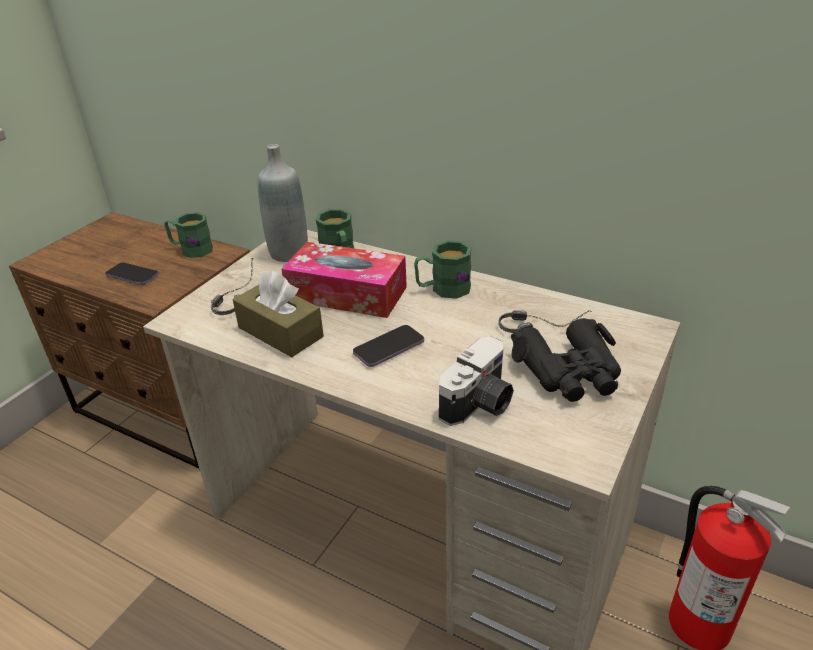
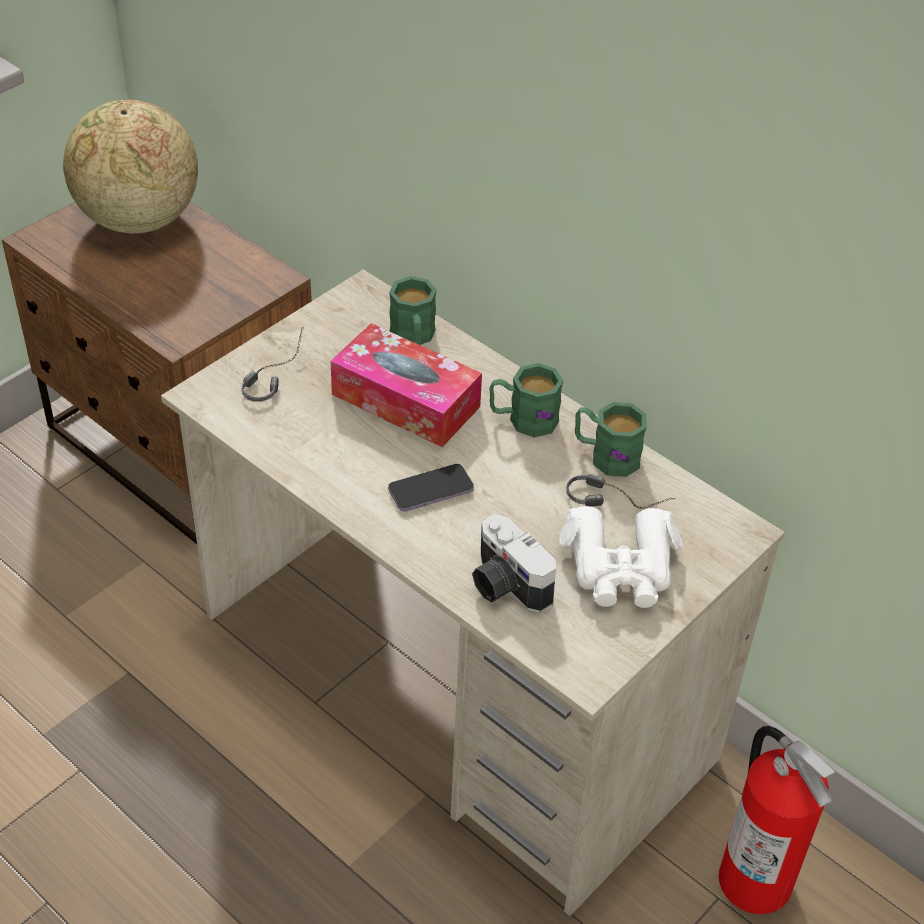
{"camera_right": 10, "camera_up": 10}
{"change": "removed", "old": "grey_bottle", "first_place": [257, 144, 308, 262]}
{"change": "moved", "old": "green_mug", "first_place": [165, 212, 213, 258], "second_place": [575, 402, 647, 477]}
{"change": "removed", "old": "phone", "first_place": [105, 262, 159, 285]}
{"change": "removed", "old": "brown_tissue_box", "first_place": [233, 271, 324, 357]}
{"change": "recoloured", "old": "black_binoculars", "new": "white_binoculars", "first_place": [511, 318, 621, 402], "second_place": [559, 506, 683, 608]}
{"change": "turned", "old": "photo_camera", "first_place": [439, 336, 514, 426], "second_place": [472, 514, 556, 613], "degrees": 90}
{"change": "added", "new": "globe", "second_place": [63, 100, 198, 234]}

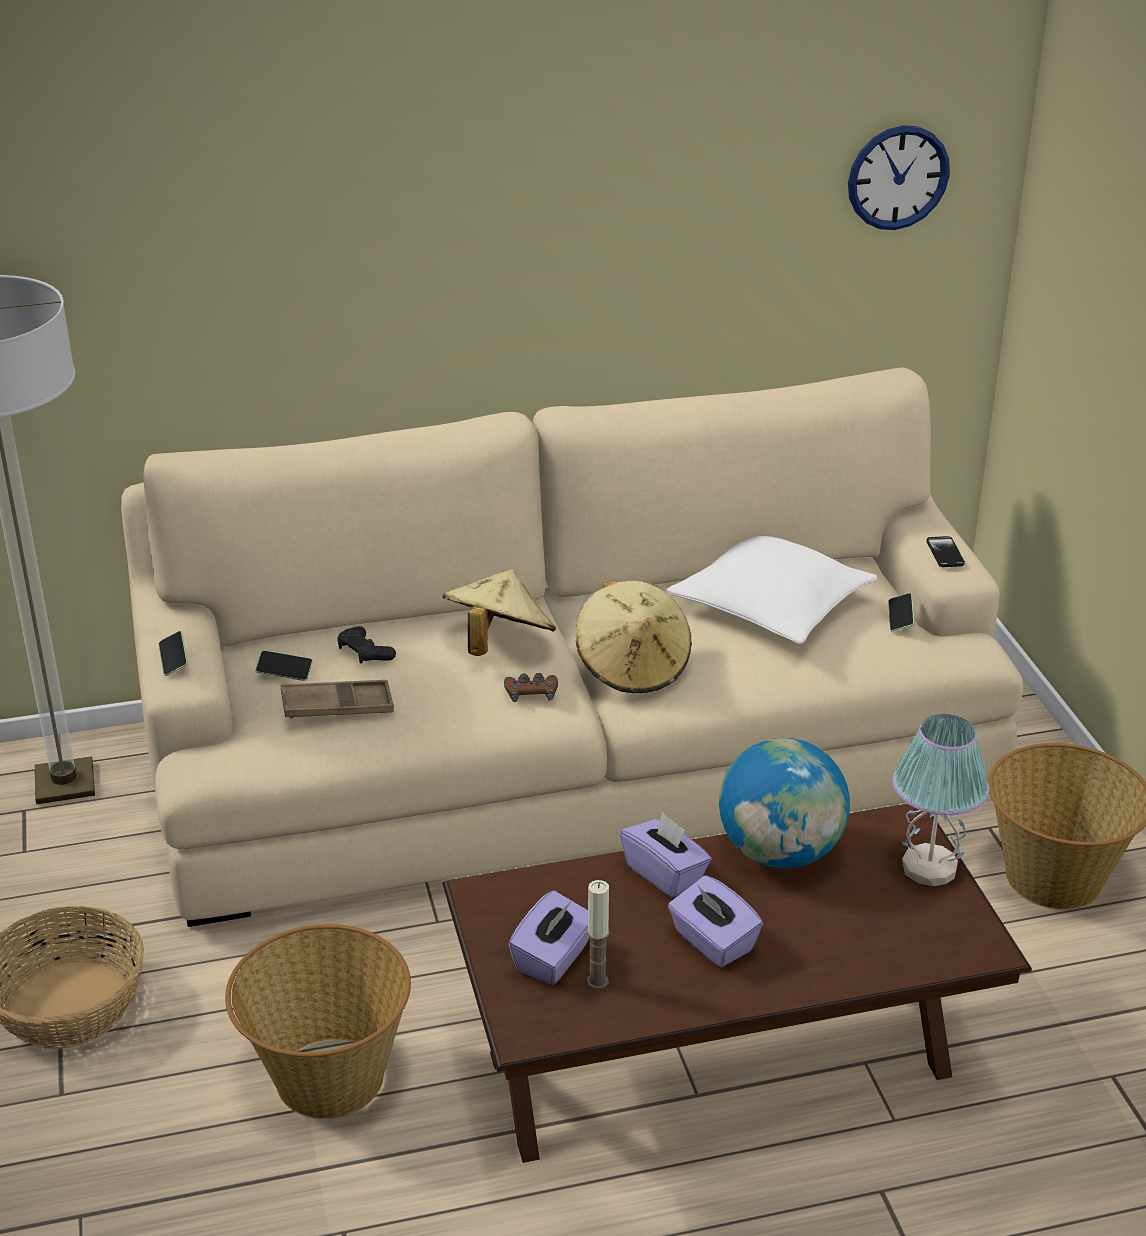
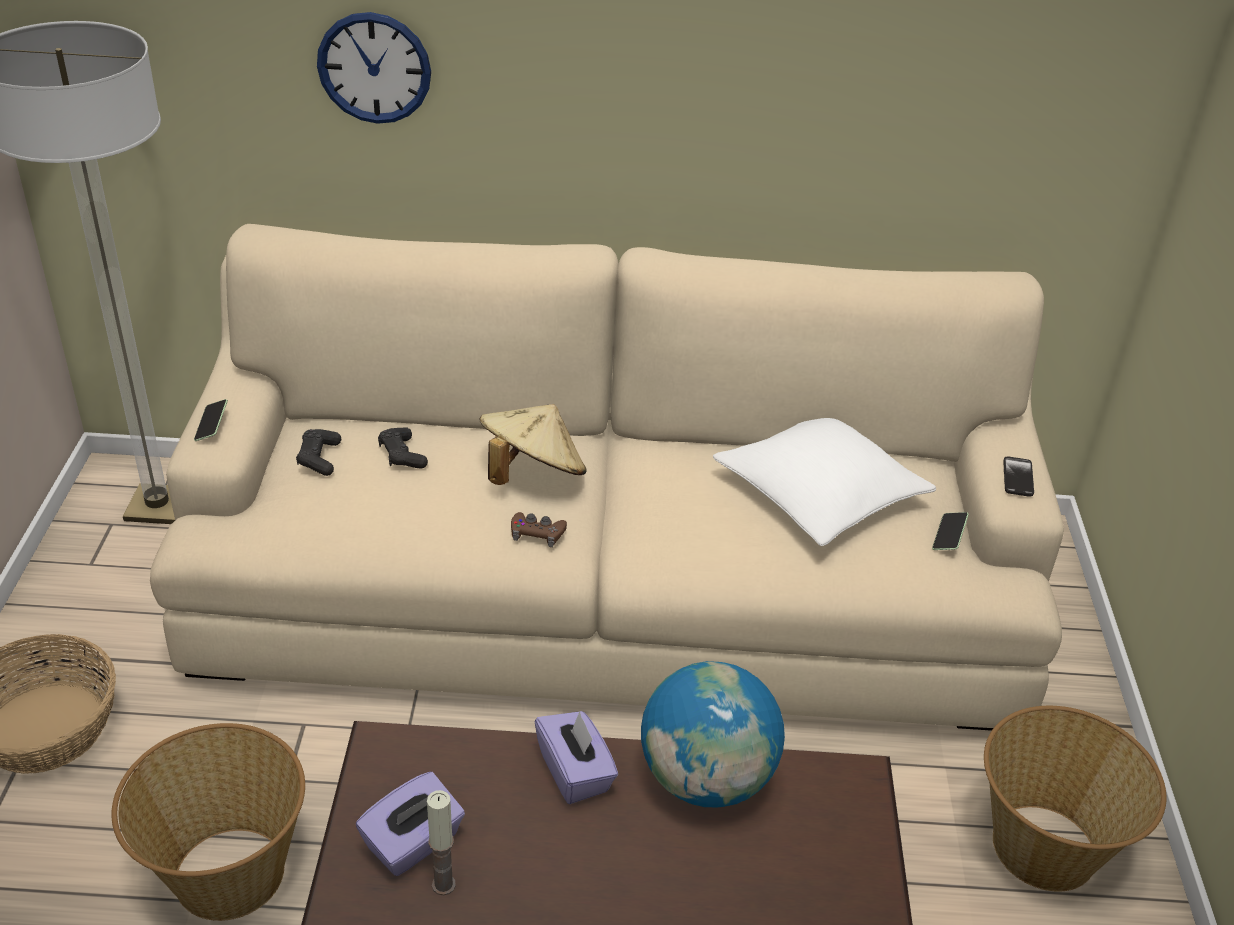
{"camera_right": 15, "camera_up": 5}
{"change": "moved", "old": "wall_clock", "first_place": [848, 125, 950, 230], "second_place": [317, 12, 431, 124]}
{"change": "removed", "old": "beige_hat", "first_place": [576, 580, 692, 693]}
{"change": "replaced", "old": "phone", "new": "black_game_controller", "first_place": [255, 650, 313, 681], "second_place": [296, 429, 341, 476]}
{"change": "removed", "old": "brown_tray", "first_place": [281, 680, 394, 718]}
{"change": "removed", "old": "table_lamp", "first_place": [893, 714, 990, 886]}
{"change": "removed", "old": "purple_tissue_box", "first_place": [668, 875, 763, 968]}

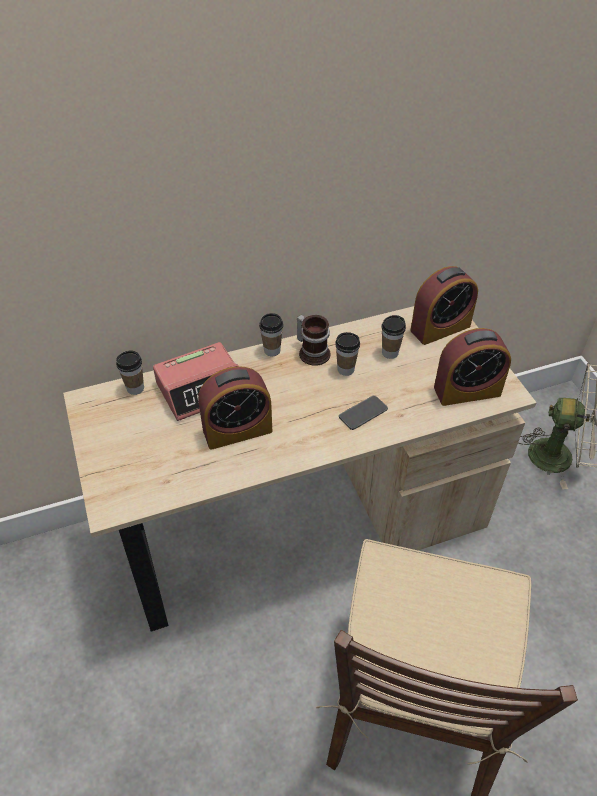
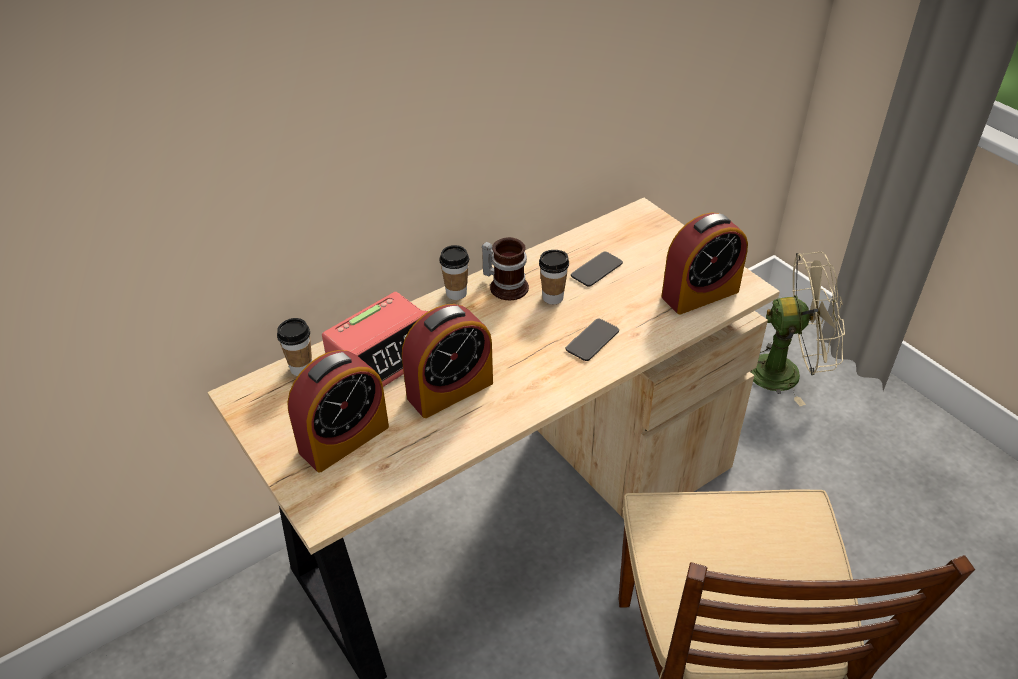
{"camera_right": -15, "camera_up": -5}
{"change": "moved", "old": "alarm_clock", "first_place": [411, 266, 478, 345], "second_place": [287, 350, 389, 472]}
{"change": "replaced", "old": "cup", "new": "phone", "first_place": [381, 315, 406, 359], "second_place": [571, 251, 623, 287]}

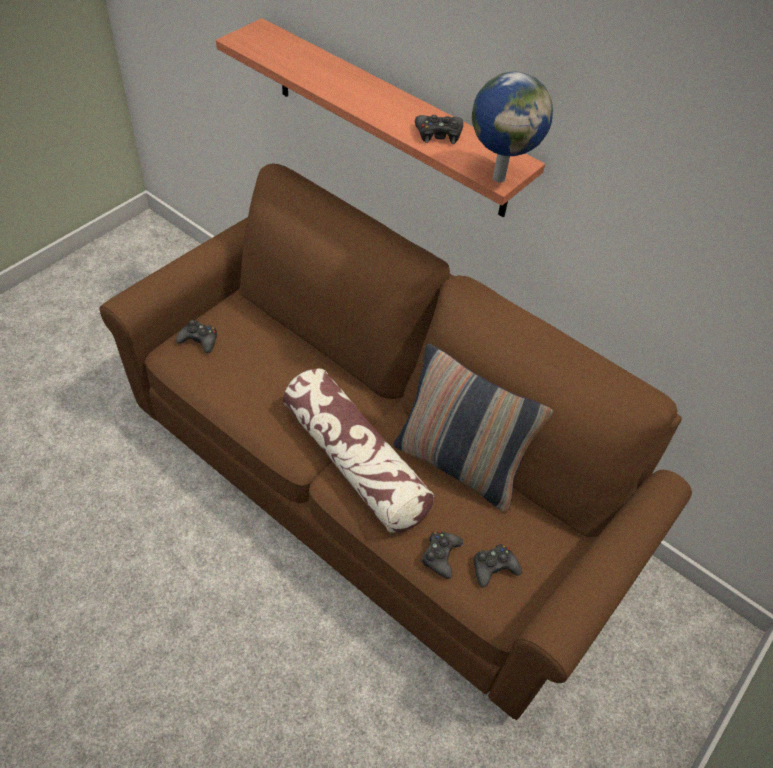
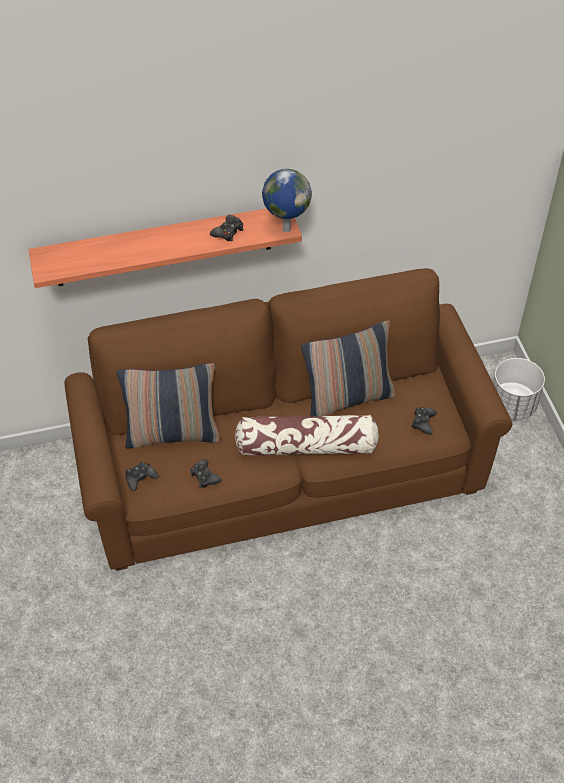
{"camera_right": -50, "camera_up": 0}
{"change": "moved", "old": "black_game_controller", "first_place": [421, 531, 463, 579], "second_place": [190, 459, 222, 488]}
{"change": "added", "new": "white_planter", "second_place": [493, 358, 545, 420]}
{"change": "added", "new": "pillow", "second_place": [117, 363, 221, 448]}

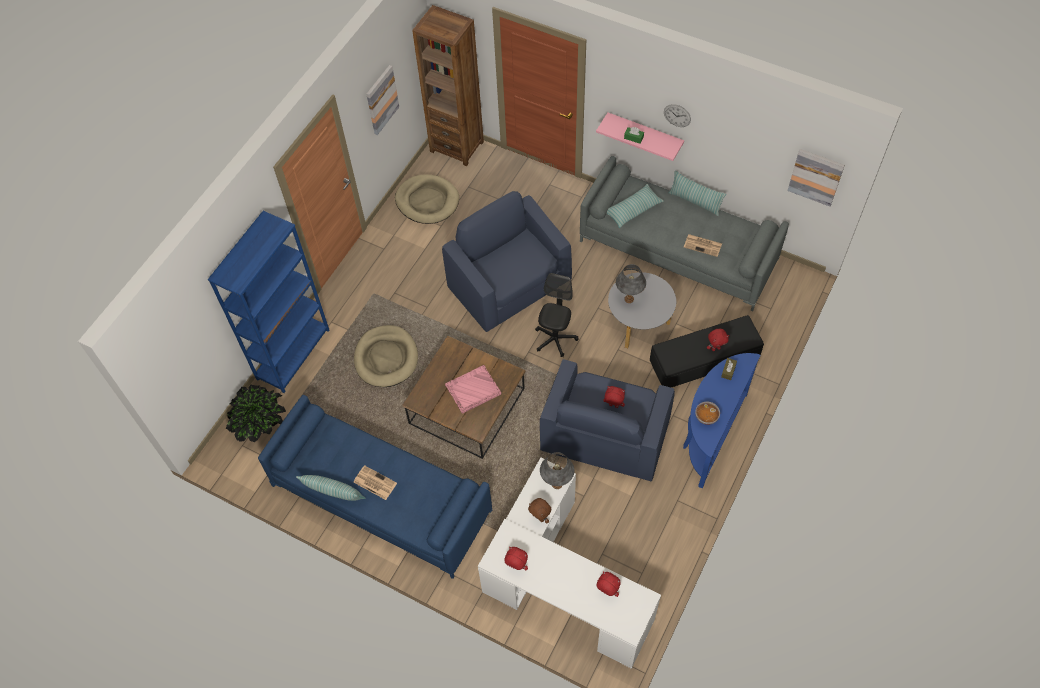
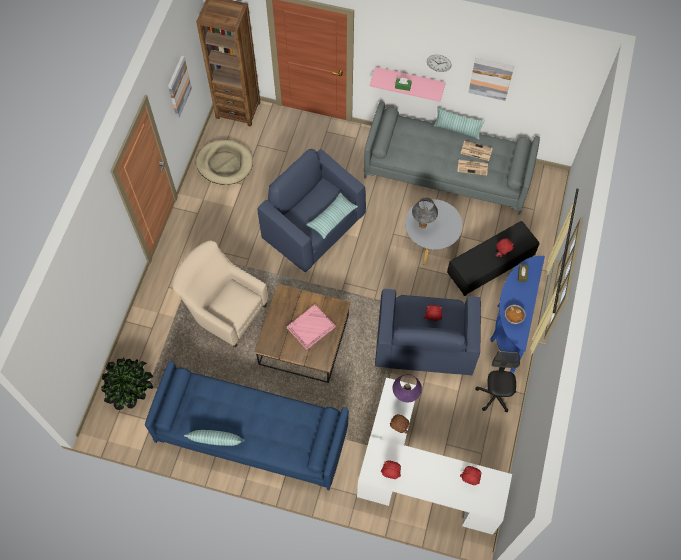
{"camera_right": -15, "camera_up": 5}
{"change": "moved", "old": "picture", "first_place": [788, 149, 845, 207], "second_place": [468, 58, 514, 101]}
{"change": "moved", "old": "pillow", "first_place": [607, 184, 664, 228], "second_place": [306, 192, 358, 239]}
{"change": "removed", "old": "blue_bookcase", "first_place": [208, 211, 329, 393]}
{"change": "moved", "old": "black_office_chair", "first_place": [535, 273, 578, 357], "second_place": [475, 351, 520, 413]}
{"change": "replaced", "old": "beige_dog_bed", "new": "beige_armchair", "first_place": [354, 325, 418, 387], "second_place": [172, 240, 268, 348]}
{"change": "recoloured", "old": "grey_table_lamp", "new": "purple_table_lamp", "first_place": [540, 452, 575, 489], "second_place": [393, 374, 422, 402]}
{"change": "moved", "old": "newspaper", "first_place": [353, 465, 397, 500], "second_place": [461, 141, 493, 161]}

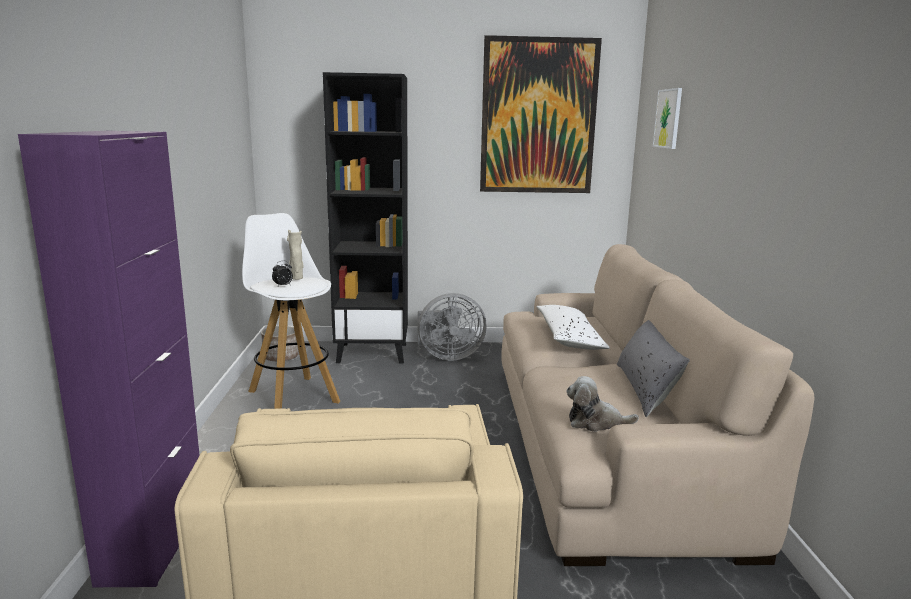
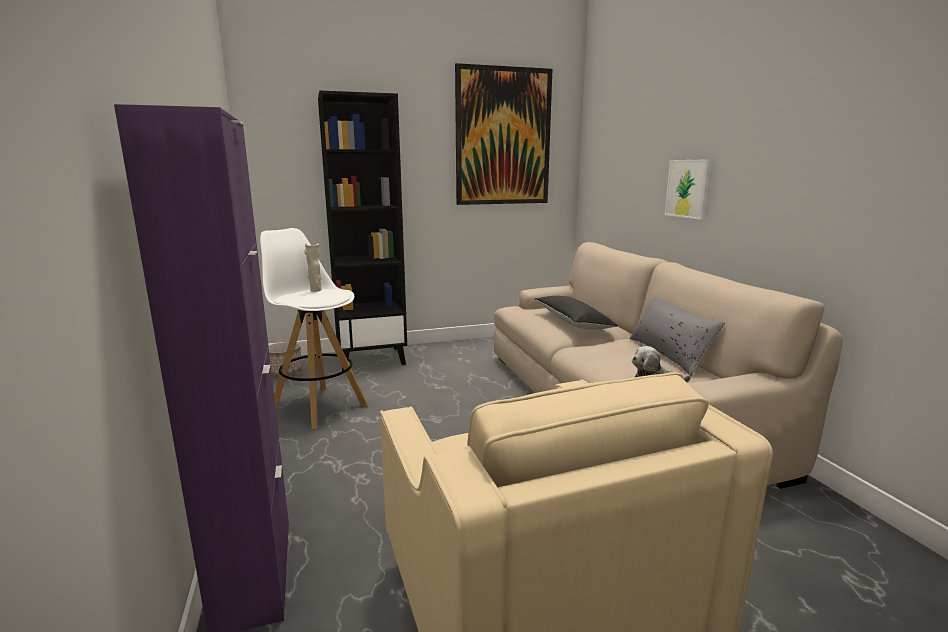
{"camera_right": -15, "camera_up": 0}
{"change": "moved", "old": "picture", "first_place": [653, 88, 682, 149], "second_place": [665, 159, 711, 220]}
{"change": "removed", "old": "alarm_clock", "first_place": [272, 261, 293, 286]}
{"change": "removed", "old": "grey_fan", "first_place": [418, 293, 487, 361]}
{"change": "recoloured", "old": "white_pillow", "new": "black_pillow", "first_place": [536, 305, 610, 350], "second_place": [535, 296, 618, 329]}

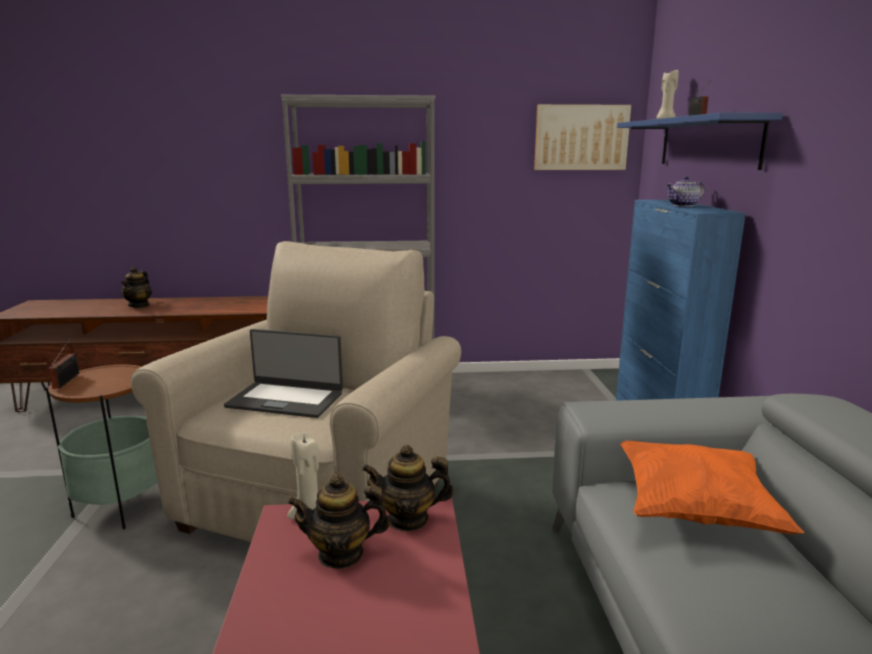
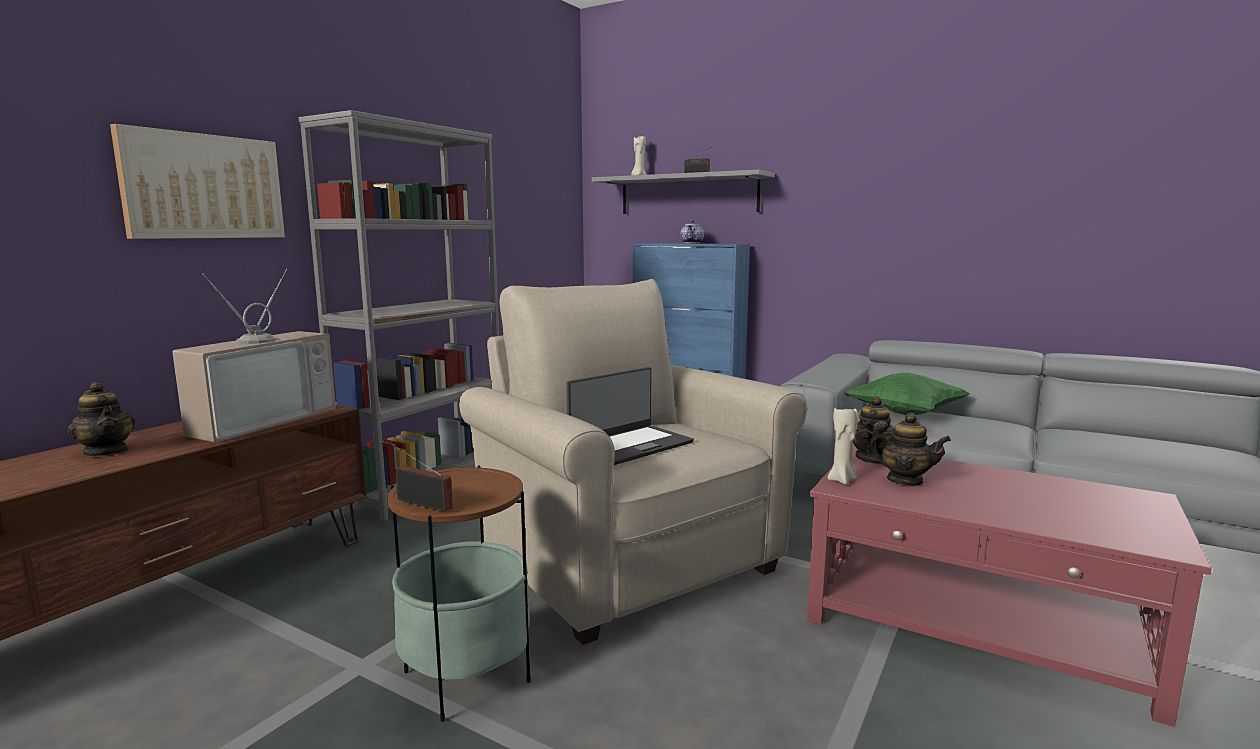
{"camera_right": -55, "camera_up": -5}
{"change": "moved", "old": "picture", "first_place": [534, 104, 631, 170], "second_place": [110, 124, 285, 239]}
{"change": "recoloured", "old": "blue_shelf", "new": "grey_shelf", "first_place": [617, 112, 783, 170], "second_place": [592, 170, 775, 214]}
{"change": "recoloured", "old": "orange_pillow", "new": "green_pillow", "first_place": [620, 441, 804, 534], "second_place": [845, 373, 970, 415]}
{"change": "turned", "old": "teapot", "first_place": [288, 474, 390, 569], "second_place": [866, 413, 951, 485], "degrees": -90}
{"change": "added", "new": "television", "second_place": [172, 269, 336, 443]}

